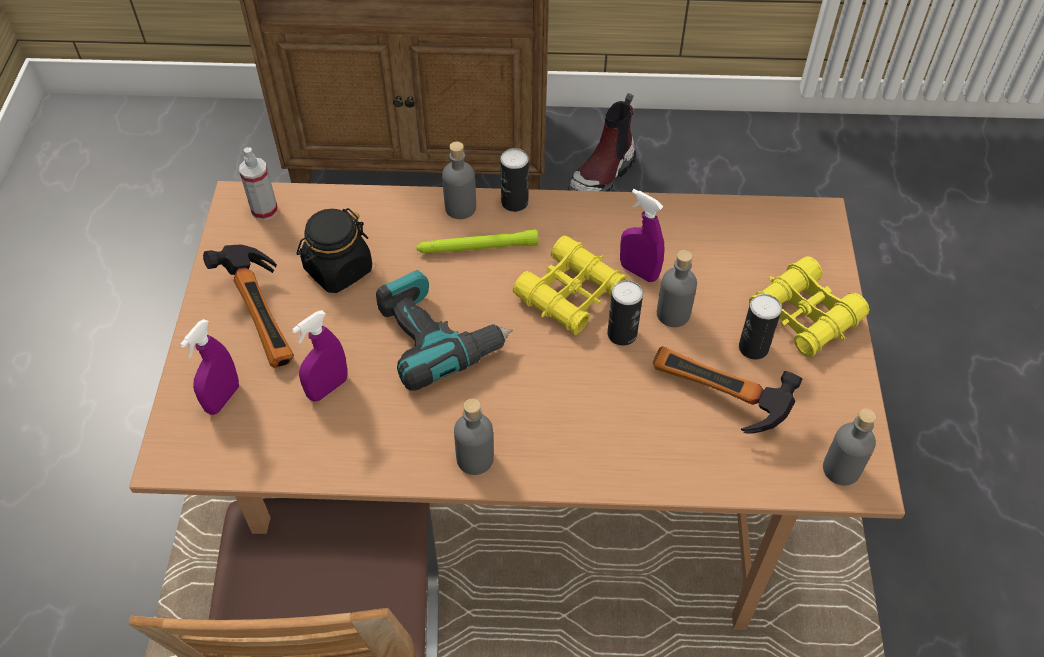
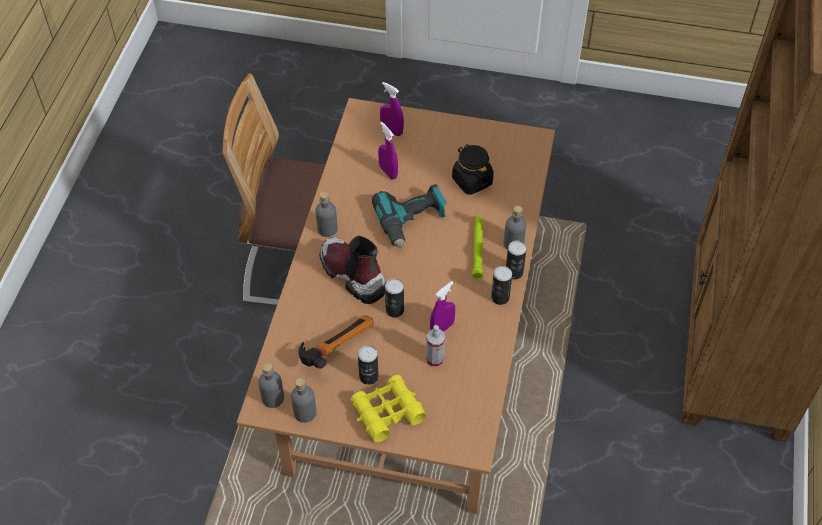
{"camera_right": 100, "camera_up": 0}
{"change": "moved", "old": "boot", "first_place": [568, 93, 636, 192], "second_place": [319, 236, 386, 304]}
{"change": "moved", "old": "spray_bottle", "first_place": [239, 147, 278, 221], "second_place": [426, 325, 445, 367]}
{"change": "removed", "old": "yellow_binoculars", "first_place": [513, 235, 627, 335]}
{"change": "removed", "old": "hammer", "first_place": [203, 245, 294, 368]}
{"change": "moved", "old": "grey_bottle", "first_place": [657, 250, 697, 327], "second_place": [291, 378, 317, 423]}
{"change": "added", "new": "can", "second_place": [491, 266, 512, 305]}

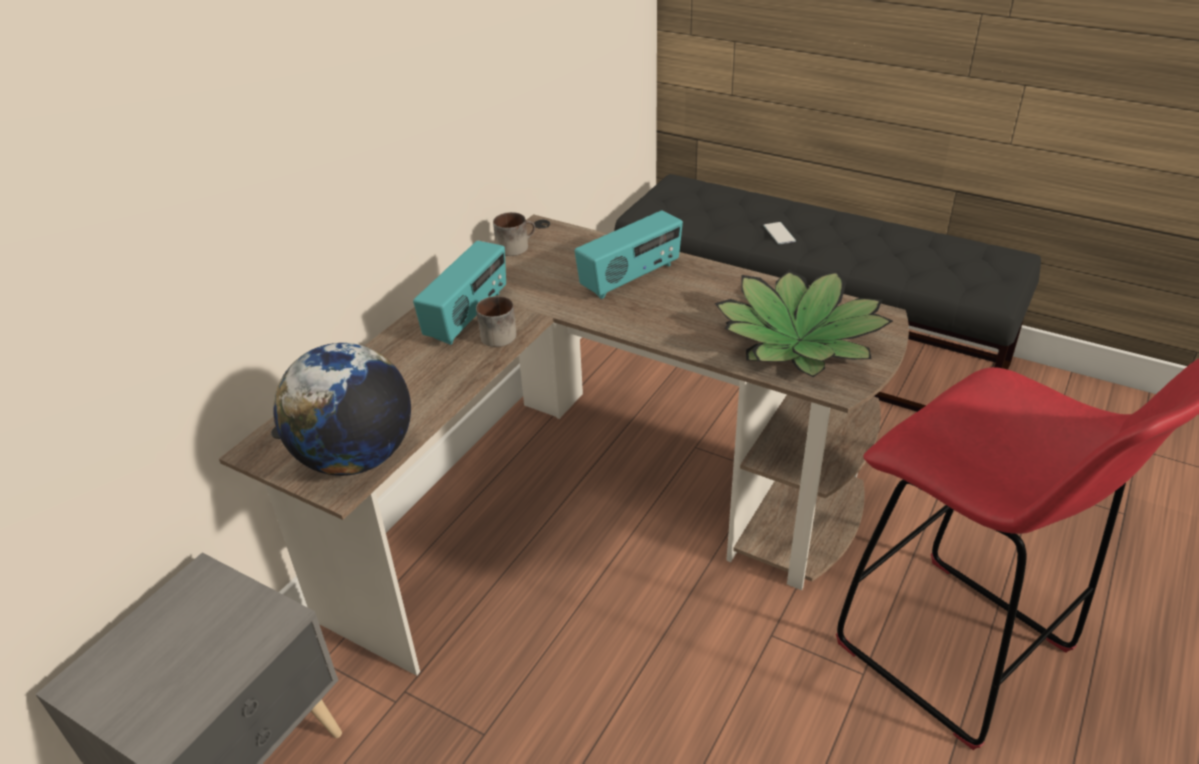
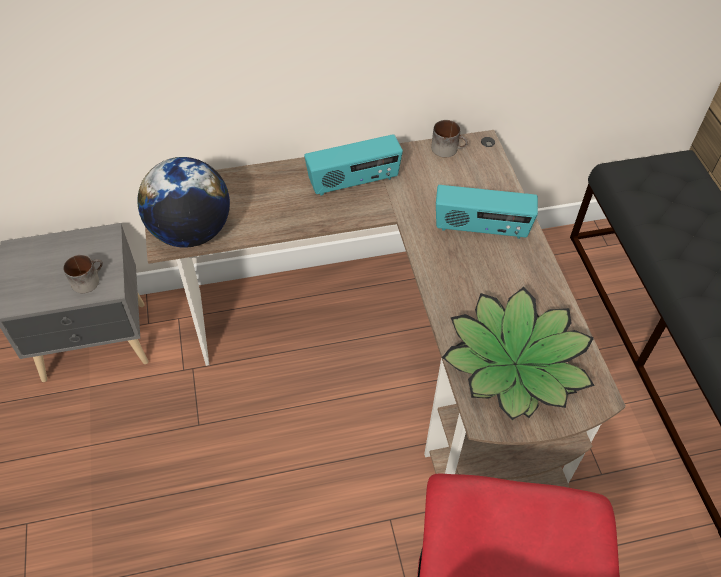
{"camera_right": 45, "camera_up": 15}
{"change": "removed", "old": "phone", "first_place": [763, 222, 796, 244]}
{"change": "moved", "old": "mug", "first_place": [476, 296, 517, 347], "second_place": [63, 255, 103, 293]}

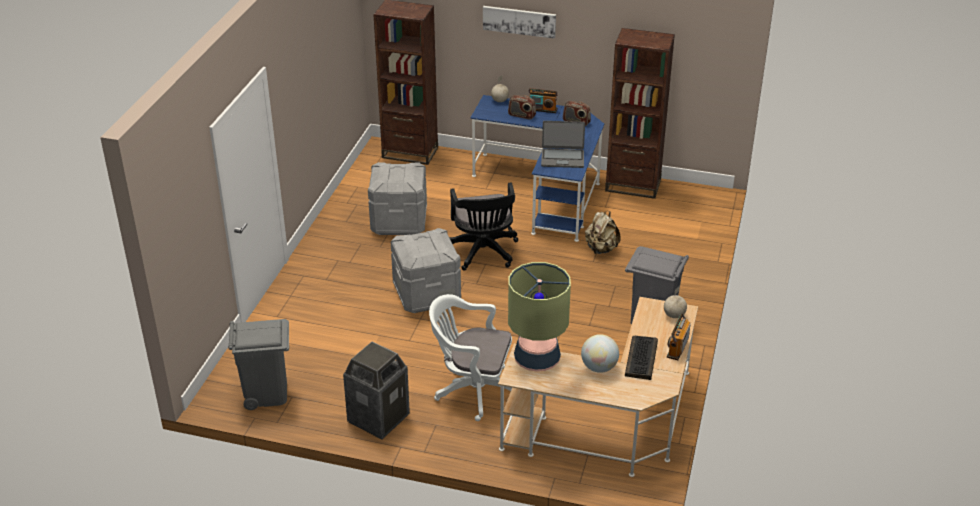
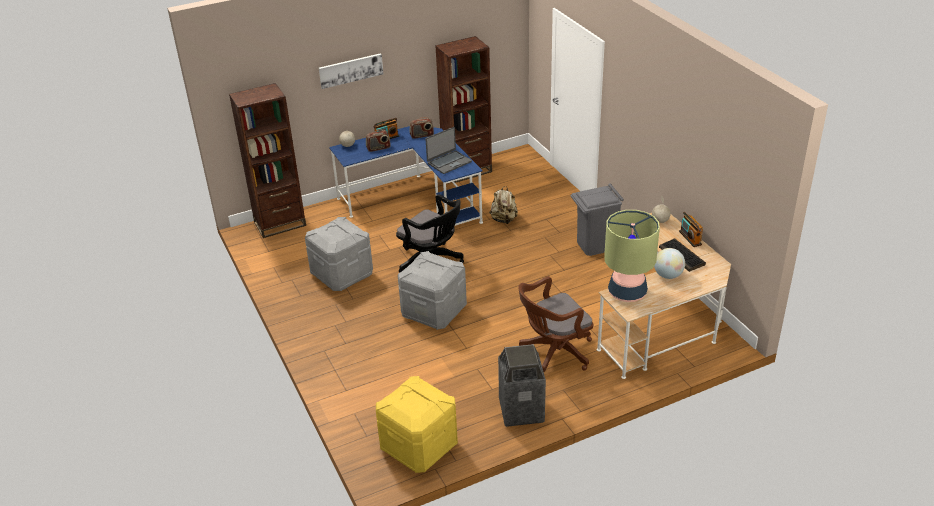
{"camera_right": -40, "camera_up": 0}
{"change": "recoloured", "old": "white_office_chair", "new": "brown_office_chair", "first_place": [429, 294, 512, 421], "second_place": [518, 276, 593, 372]}
{"change": "replaced", "old": "grey_trash_can", "new": "yellow_storage_box", "first_place": [228, 319, 289, 410], "second_place": [376, 376, 458, 473]}

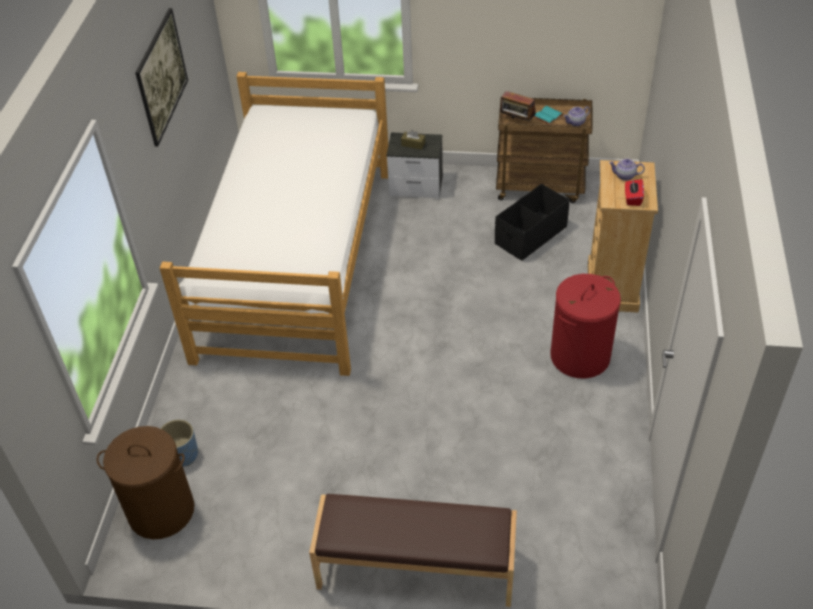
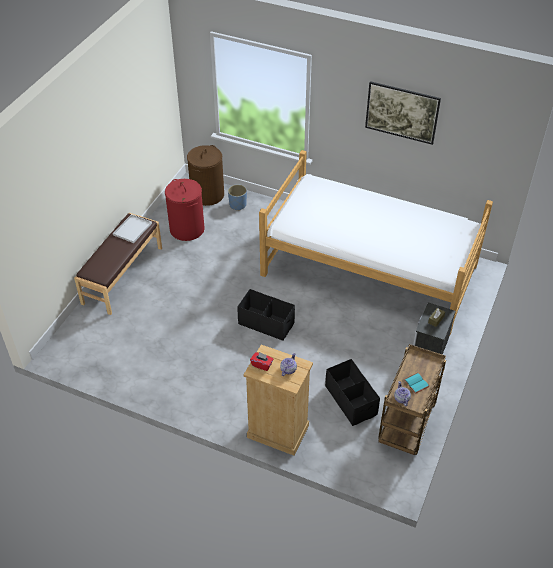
{"camera_right": 105, "camera_up": 0}
{"change": "removed", "old": "radio", "first_place": [500, 91, 536, 122]}
{"change": "moved", "old": "red_laundry_basket", "first_place": [551, 274, 621, 379], "second_place": [165, 179, 205, 241]}
{"change": "added", "new": "white_tray", "second_place": [113, 214, 152, 243]}
{"change": "added", "new": "black_storage_box", "second_place": [238, 289, 295, 341]}

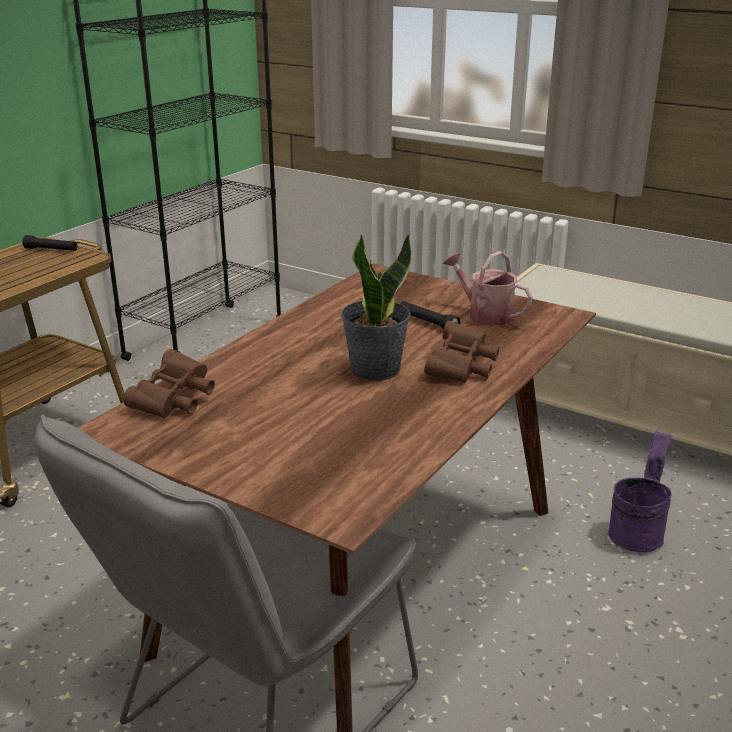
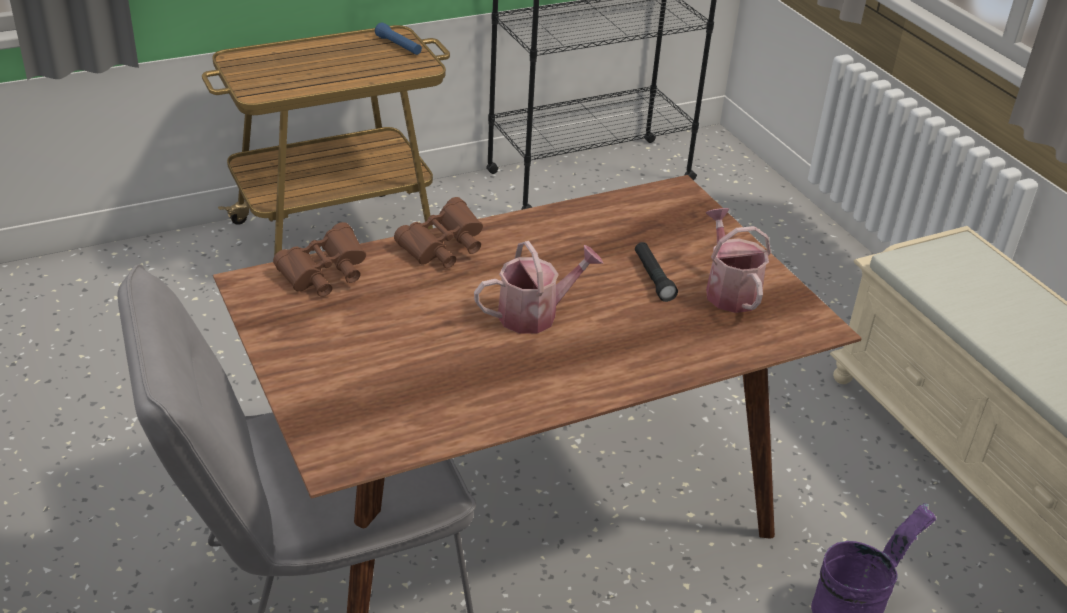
{"camera_right": 30, "camera_up": 10}
{"change": "replaced", "old": "potted_plant", "new": "watering_can", "first_place": [341, 233, 411, 381], "second_place": [474, 241, 604, 334]}
{"change": "recoloured", "old": "black_flashlight", "new": "blue_flashlight", "first_place": [22, 235, 77, 251], "second_place": [375, 22, 422, 55]}
{"change": "moved", "old": "brown_binoculars", "first_place": [424, 321, 499, 383], "second_place": [394, 197, 483, 268]}

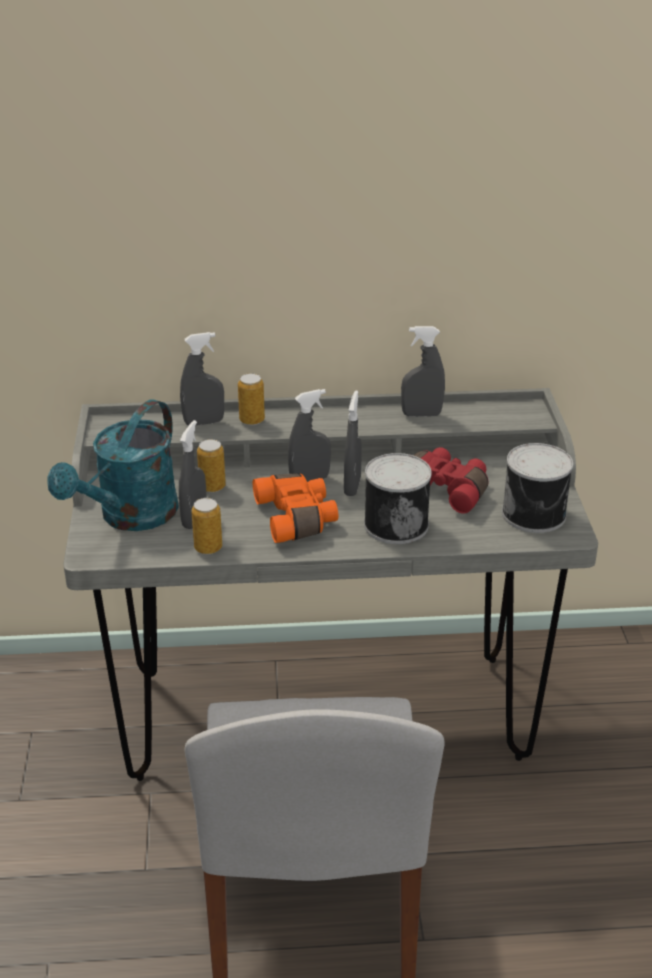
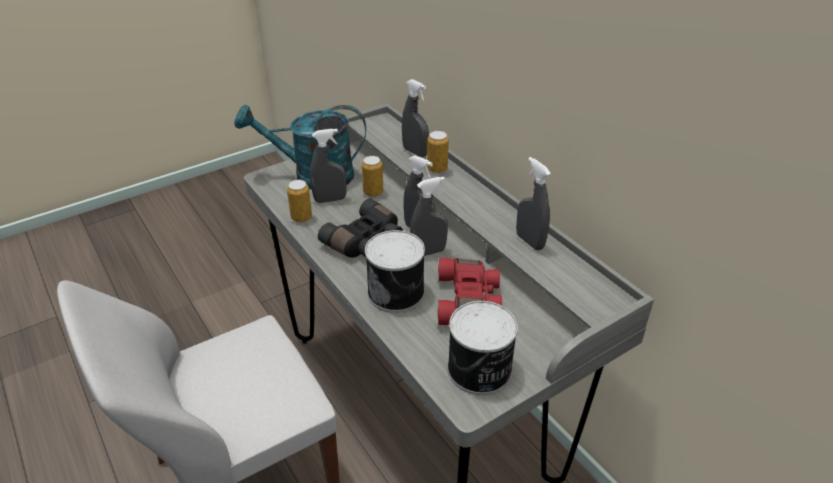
{"camera_right": 60, "camera_up": 5}
{"change": "recoloured", "old": "orange_binoculars", "new": "black_binoculars", "first_place": [253, 473, 338, 543], "second_place": [318, 198, 403, 258]}

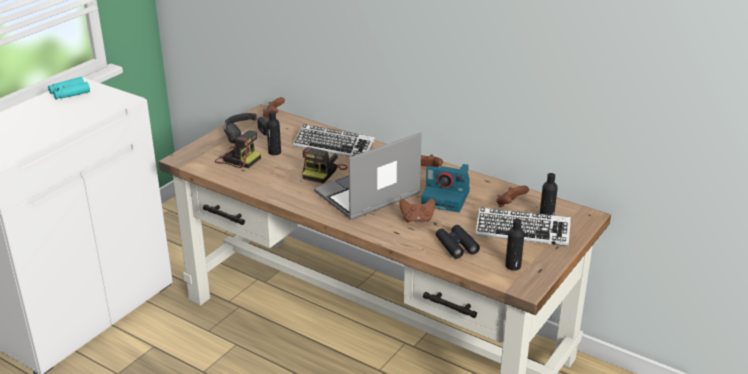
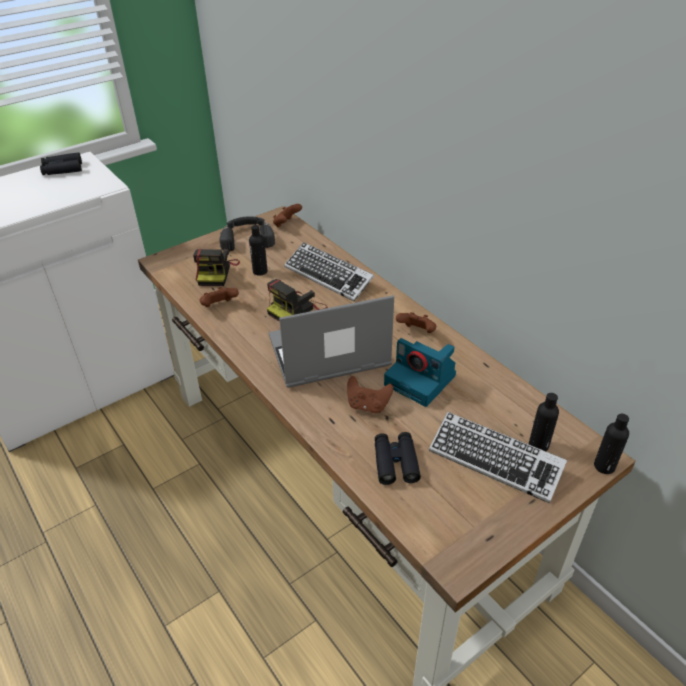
{"camera_right": 20, "camera_up": 10}
{"change": "recoloured", "old": "turquoise_binoculars", "new": "black_binoculars", "first_place": [48, 77, 90, 100], "second_place": [40, 152, 82, 175]}
{"change": "turned", "old": "photo_camera", "first_place": [215, 130, 261, 168], "second_place": [193, 249, 240, 286], "degrees": 45}
{"change": "moved", "old": "brown_game_controller", "first_place": [496, 186, 529, 207], "second_place": [200, 287, 239, 307]}
{"change": "moved", "old": "black_bottle", "first_place": [505, 218, 524, 271], "second_place": [594, 413, 629, 474]}

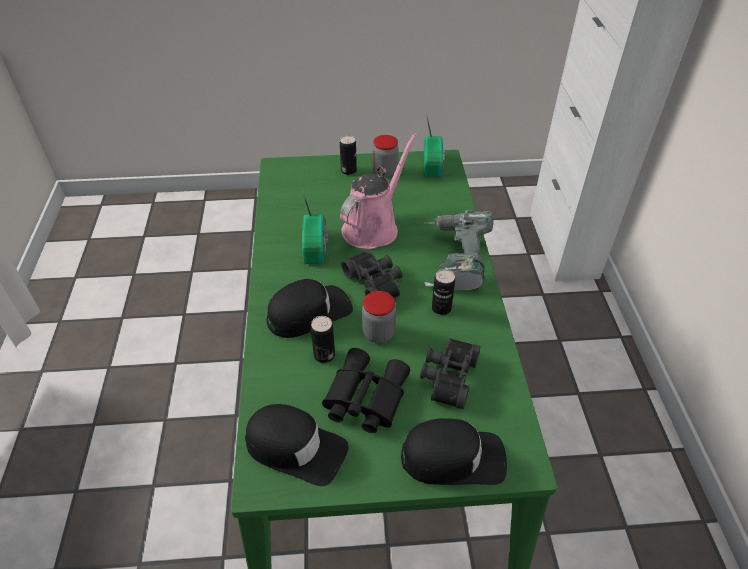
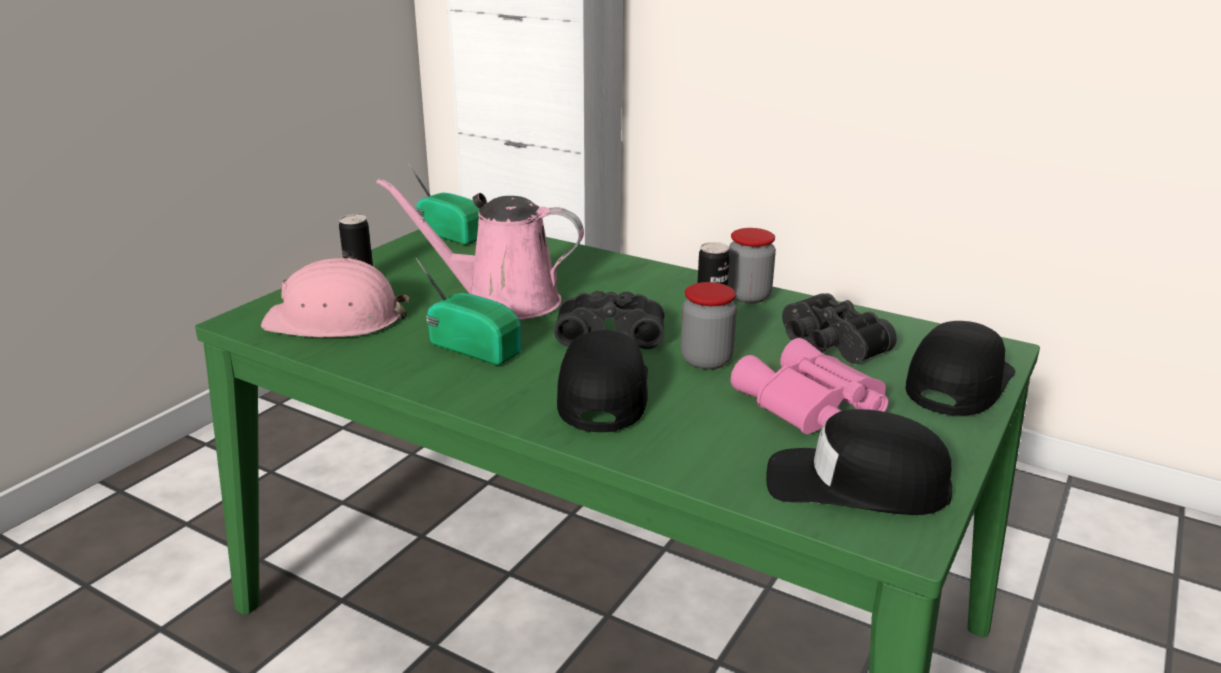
{"camera_right": -55, "camera_up": -20}
{"change": "turned", "old": "pink_watering_can", "first_place": [340, 133, 418, 249], "second_place": [376, 178, 584, 320], "degrees": -60}
{"change": "moved", "old": "jar", "first_place": [373, 135, 399, 178], "second_place": [728, 228, 776, 303]}
{"change": "removed", "old": "power_drill", "first_place": [424, 210, 493, 290]}
{"change": "removed", "old": "can", "first_place": [311, 316, 335, 363]}
{"change": "recoloured", "old": "black_binoculars", "new": "pink_binoculars", "first_place": [322, 348, 410, 433], "second_place": [731, 338, 888, 434]}
{"change": "turned", "old": "black_cap", "first_place": [245, 404, 349, 486], "second_place": [766, 409, 952, 515], "degrees": -135}
{"change": "added", "new": "pink_hard_hat", "second_place": [261, 258, 410, 338]}

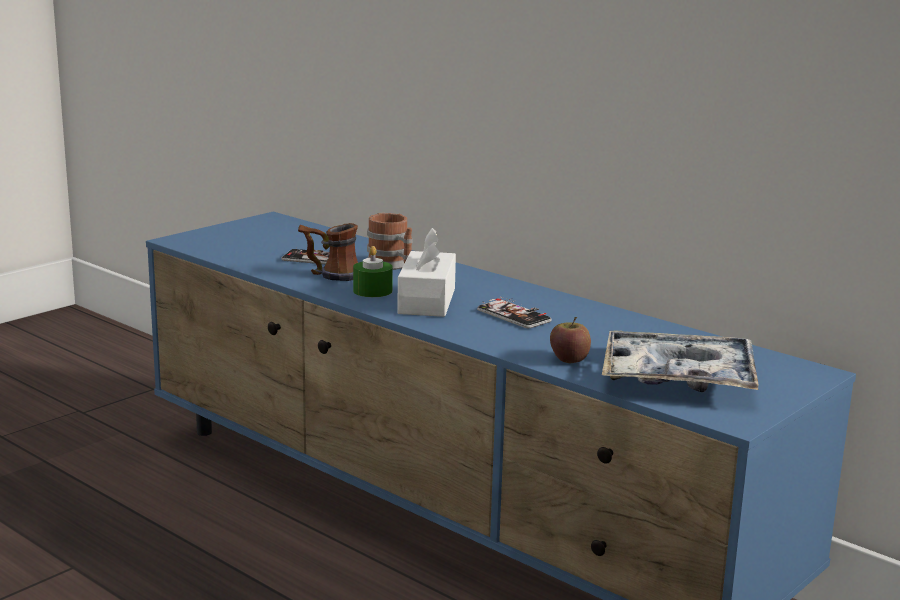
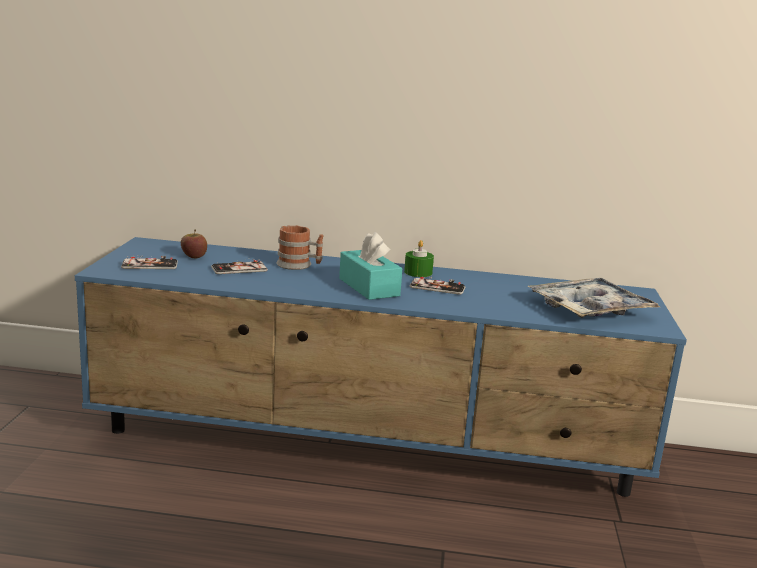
{"camera_right": -35, "camera_up": 0}
{"change": "removed", "old": "mug", "first_place": [298, 223, 358, 281]}
{"change": "recoloured", "old": "white_tissue_box", "new": "turquoise_tissue_box", "first_place": [397, 228, 456, 317], "second_place": [339, 232, 402, 300]}
{"change": "moved", "old": "green_candle", "first_place": [353, 246, 393, 297], "second_place": [404, 240, 434, 277]}
{"change": "moved", "old": "apple", "first_place": [550, 317, 591, 363], "second_place": [181, 229, 207, 258]}
{"change": "added", "new": "phone", "second_place": [121, 255, 178, 269]}

